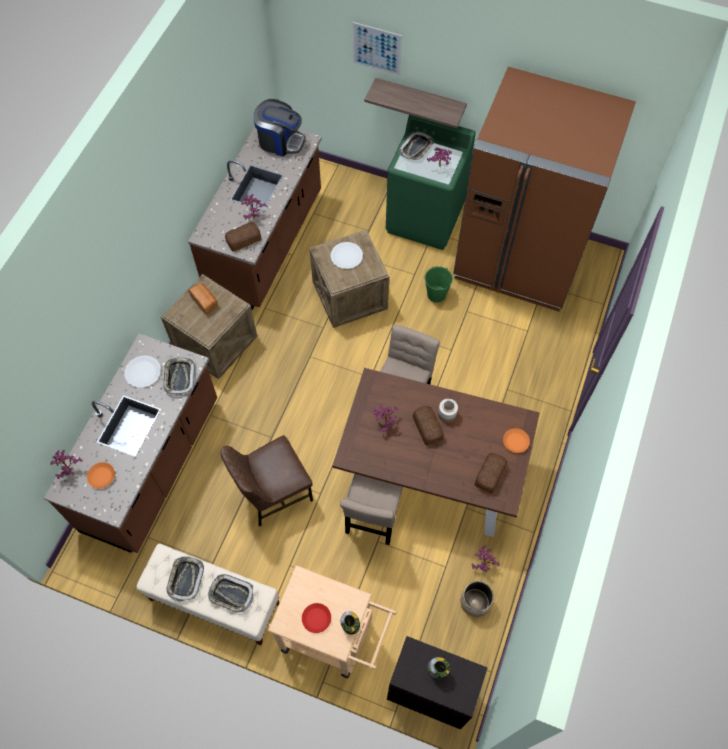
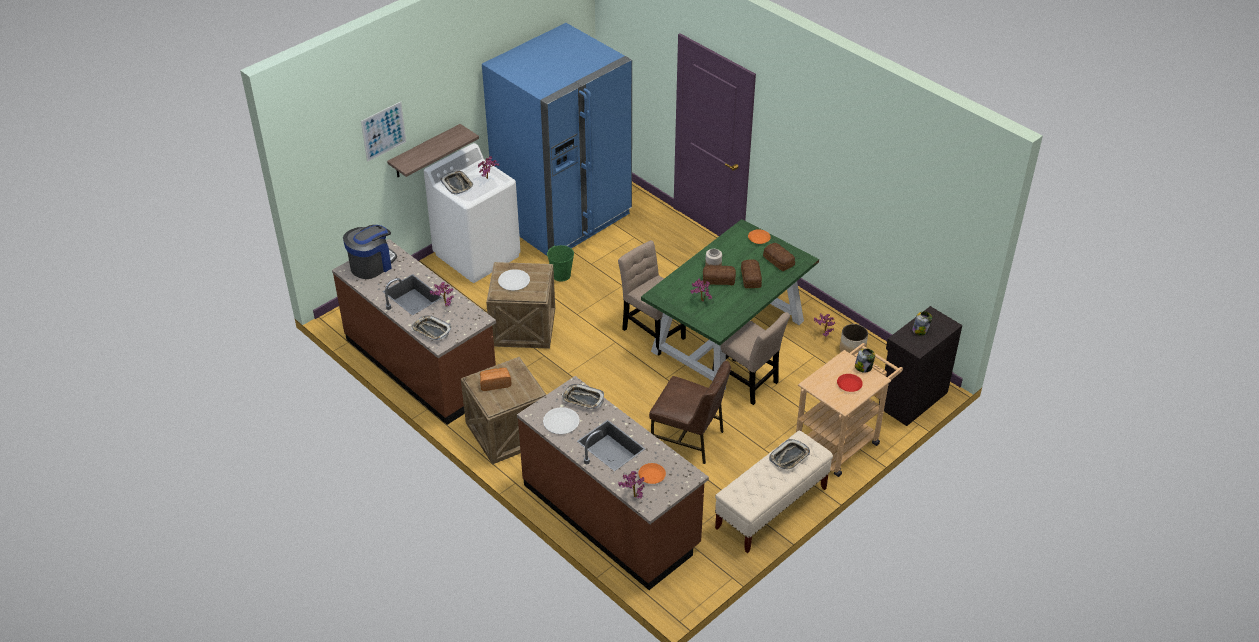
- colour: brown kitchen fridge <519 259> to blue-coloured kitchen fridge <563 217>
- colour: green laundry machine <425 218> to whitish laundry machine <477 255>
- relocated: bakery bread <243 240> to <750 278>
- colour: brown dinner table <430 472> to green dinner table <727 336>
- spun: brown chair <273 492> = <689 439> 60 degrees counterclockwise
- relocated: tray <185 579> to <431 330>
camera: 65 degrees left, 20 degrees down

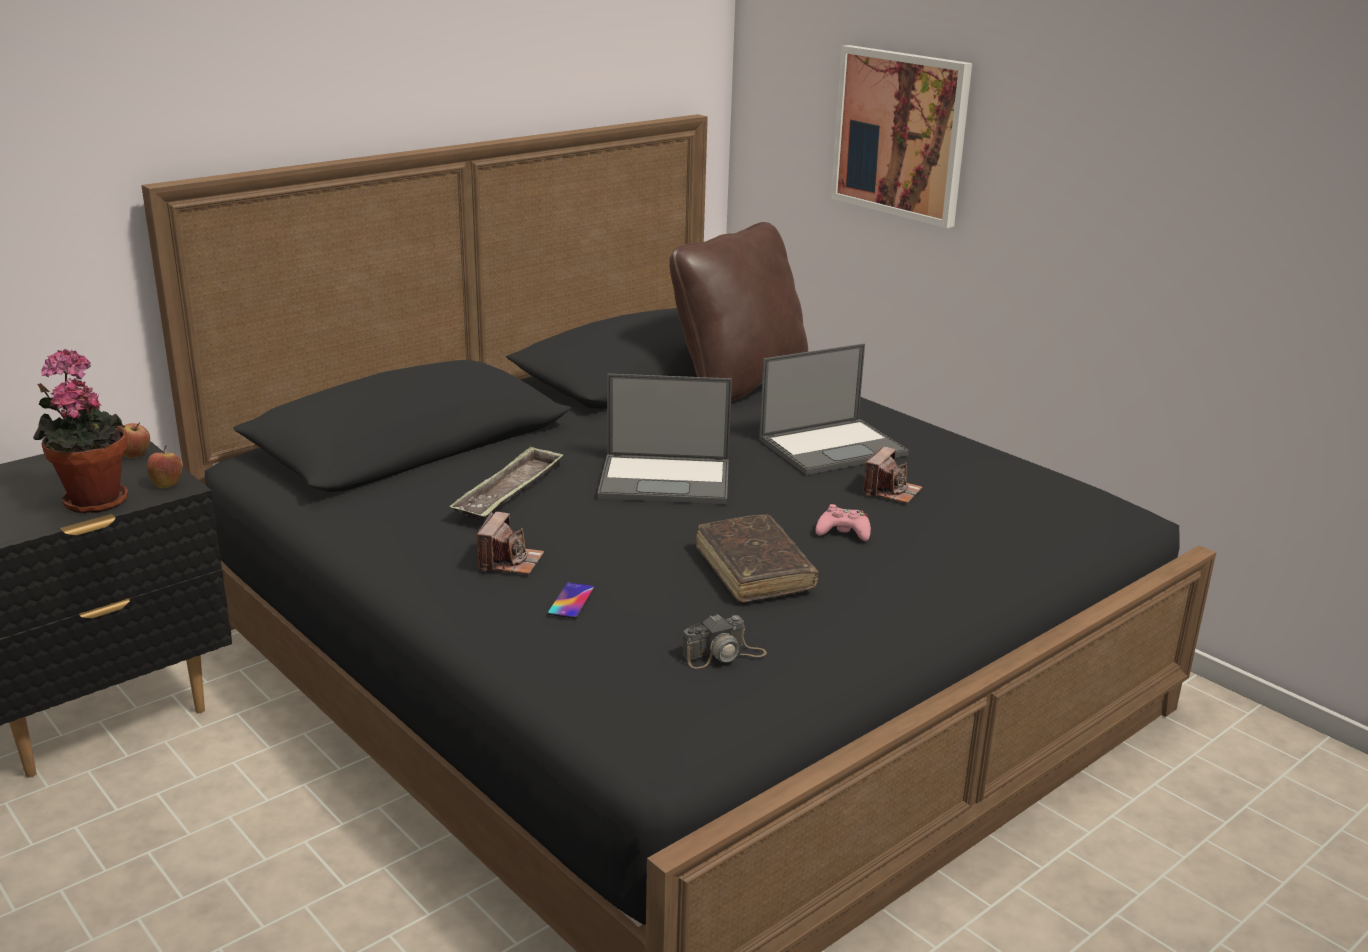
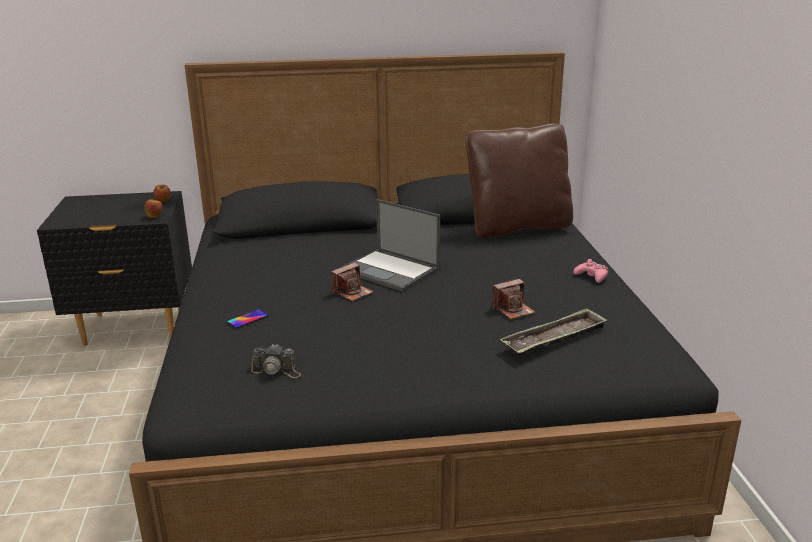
- missing: wall picture <900 134>
- missing: portable computer <833 447>
- missing: potted plant <92 500>
- relocated: tray <509 492> to <554 338>
- relocated: pink gamepad <843 532> to <592 276>
- relocated: still camera <510 561> to <352 292>
- missing: brown volume <754 570>
camera: 35 degrees right, 0 degrees up

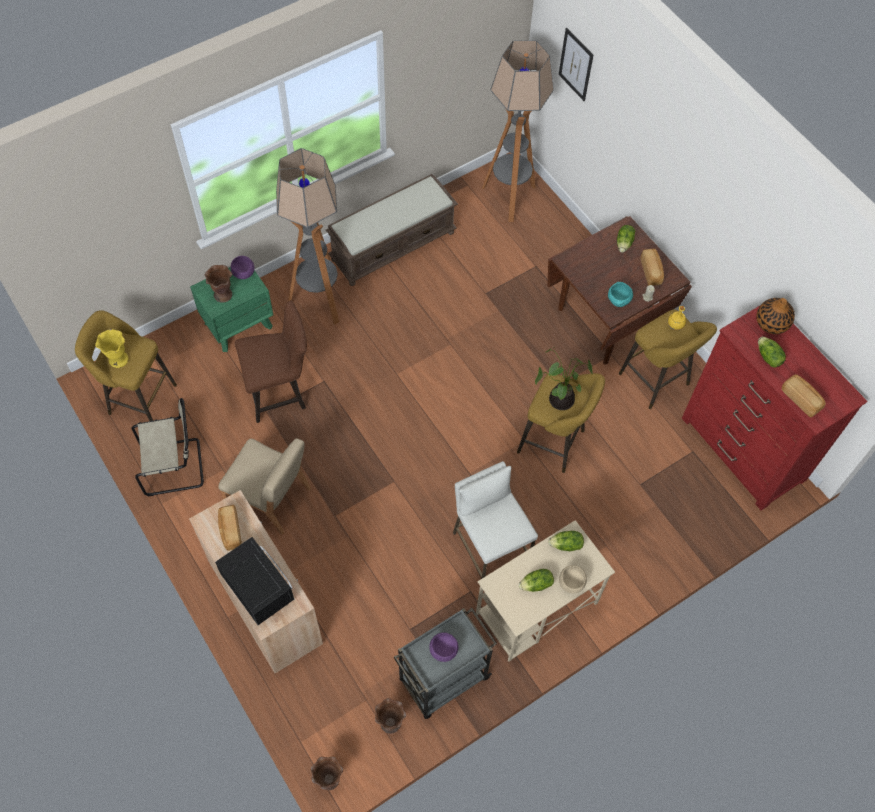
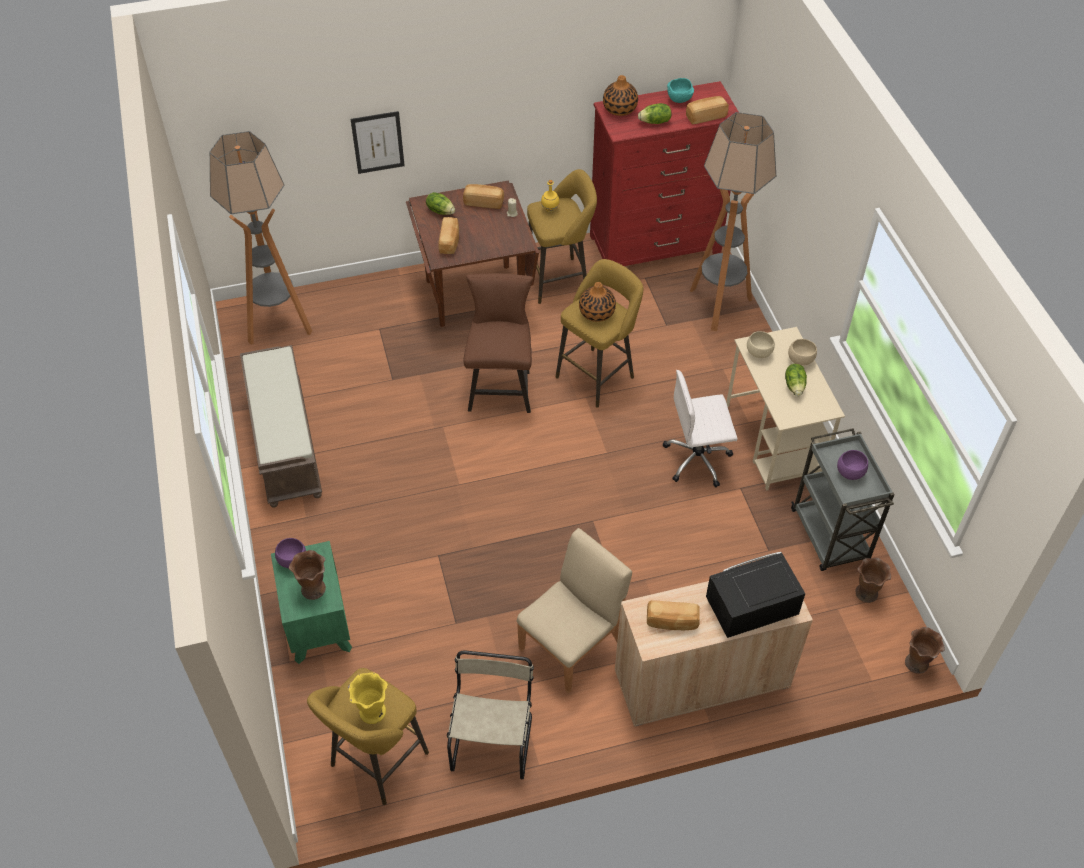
- relocated: wall picture <576 64> to <378 142>
- relocated: standard lamp <319 301> to <718 306>
- relocated: turquoise-coloured bowl <618 301> to <680 99>
- relocated: brown chair <280 392> to <501 386>
- exchanged: potted plant <559 398> to flower vase <597 313>
- exchanged: whitish stool seat <489 548> to whitish desk chair <698 459>
- exchanged: head of lettuce <566 545> to sand-coloured bowl <759 353>
- appeared: bakery bread <450 242>
camera: 70 degrees left, 10 degrees down

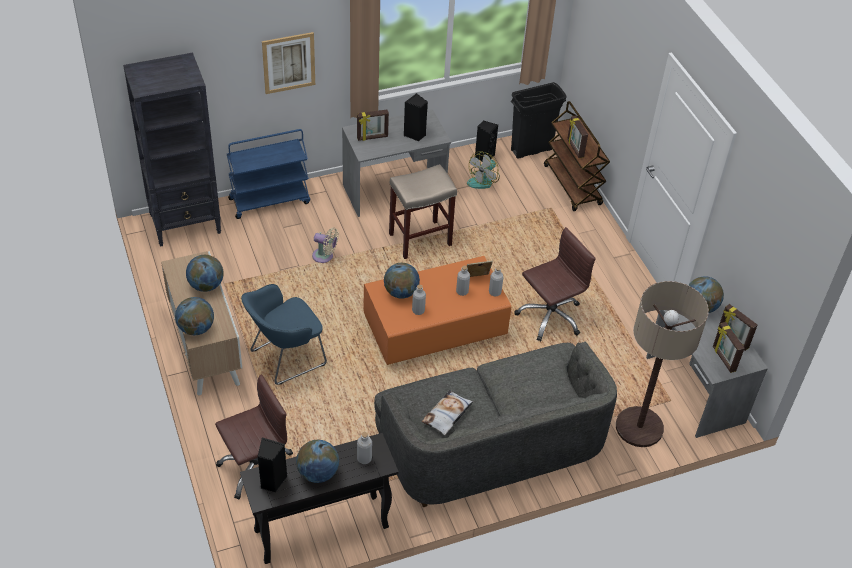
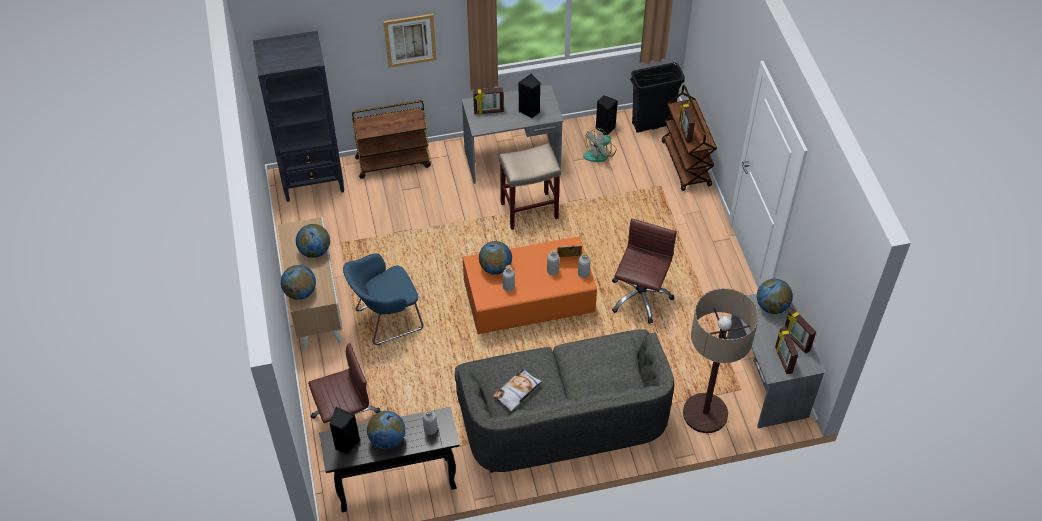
- colour: blue-coloured cart <270 200> to brown cart <393 162>
- spun: brown desk chair <549 316> = <639 297> 45 degrees counterclockwise
- missing: sand-coloured electric fan <325 256>
camera: 10 degrees right, 5 degrees up

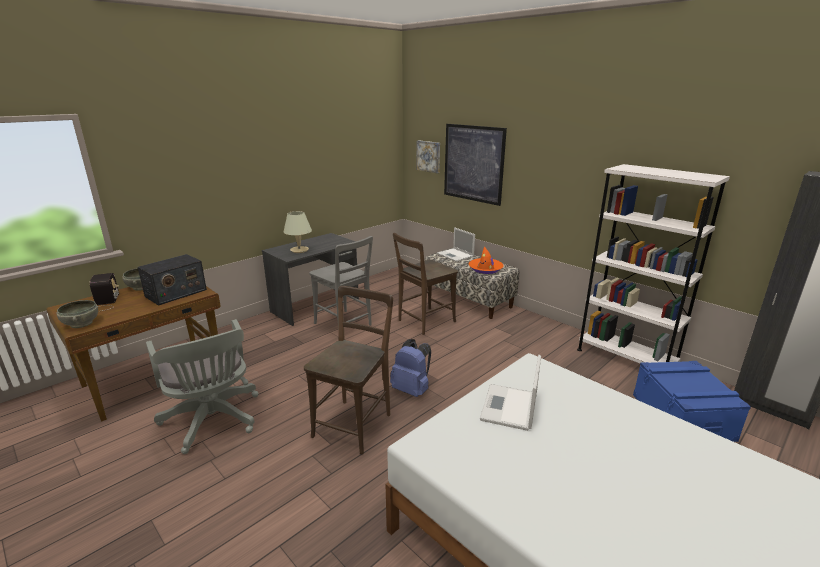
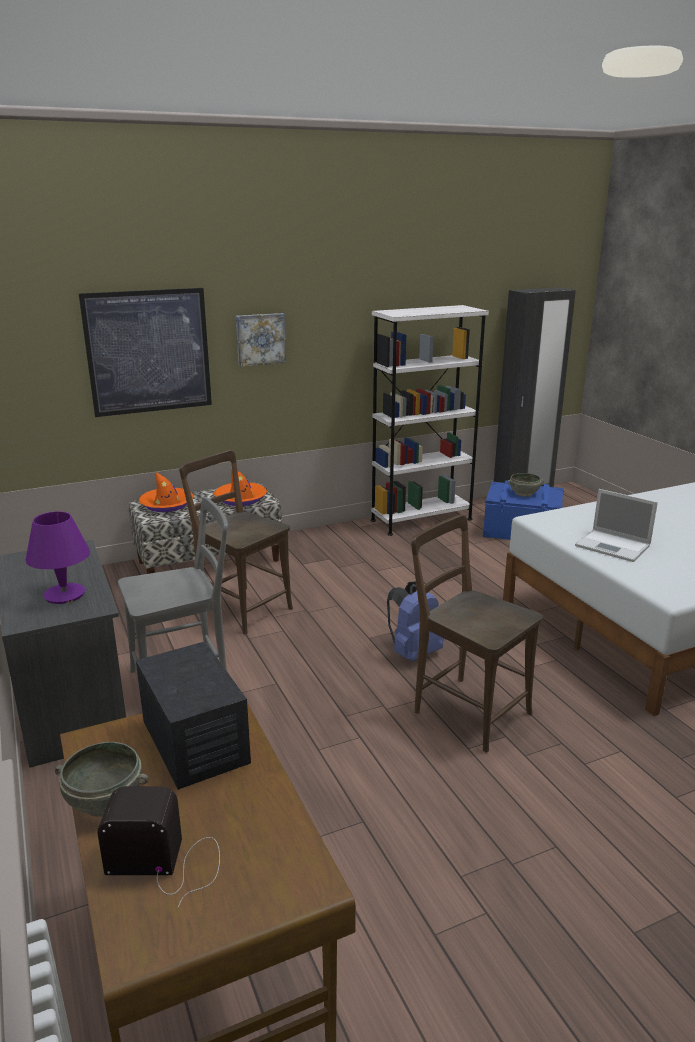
- relocated: wall picture <429 156> to <260 339>
- colour: sand-coloured lamp for a table <299 250> to purple-coloured lamp for a table <64 594>
- exchanged: portable computer <455 255> to orangey wearable hat <167 504>
- spun: brown chair <424 322> = <241 607> 150 degrees clockwise
- relocated: gray bowl <81 324> to <524 494>
- missing: gray desk chair <213 421>
camera: 70 degrees left, 0 degrees up

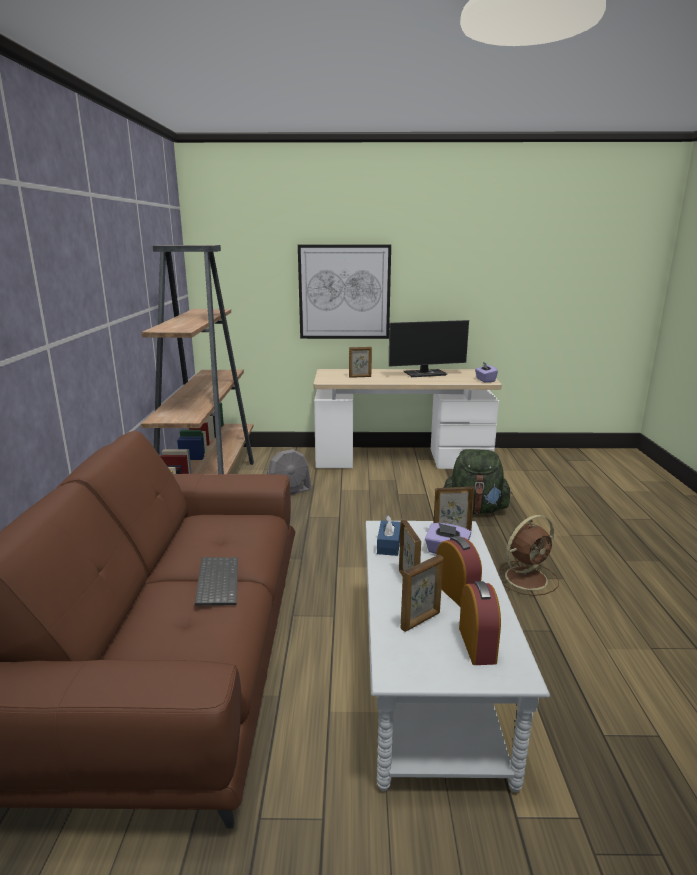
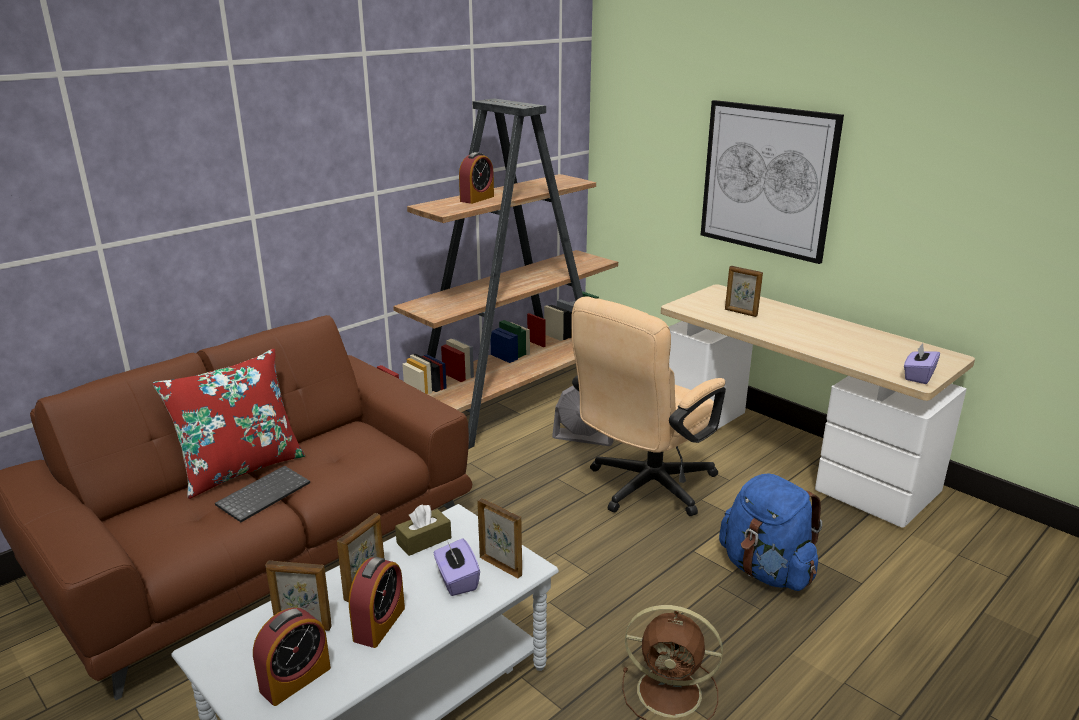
- missing: computer display <425 373>
- colour: green rucksack <474 509> to blue-coloured rucksack <766 570>
- colour: blue-coloured tissue box <389 545> to brown tissue box <424 540>
- appeared: alarm clock <477 199>
- appeared: sand-coloured desk chair <643 489>
- appeared: red-coloured pillow <241 468>
camera: 45 degrees right, 5 degrees up

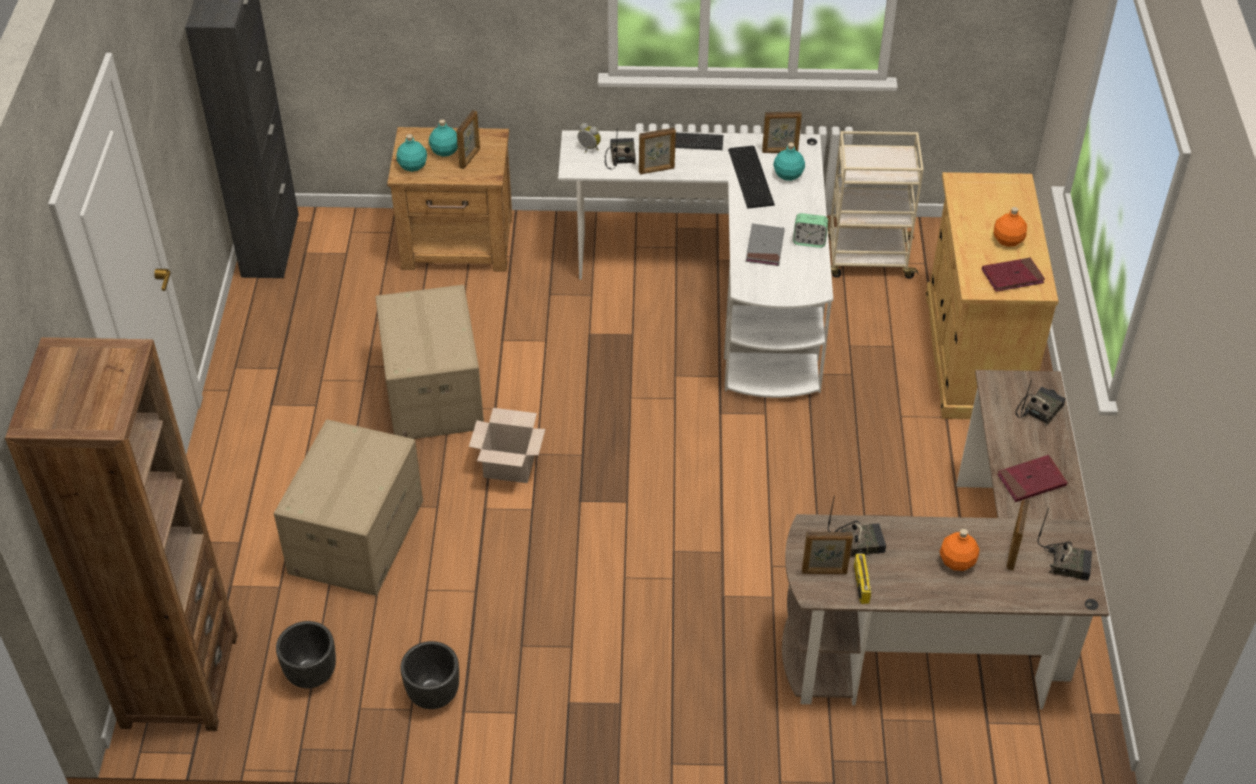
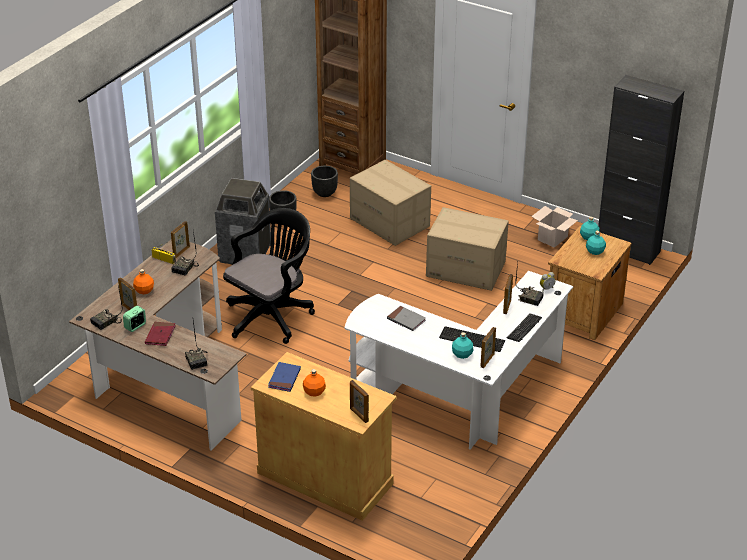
- relocated: photo frame <470 158> to <358 415>
- missing: sand-coloured cart <867 258>
- relocated: alarm clock <809 241> to <135 326>
- colour: red-coloured volume <1012 277> to blue-coloured volume <284 378>
- relocated: carton <510 466> to <552 239>
- appeared: rubbish bin <245 253>
- appeared: blackish desk chair <272 315>
camera: 120 degrees right, 10 degrees down

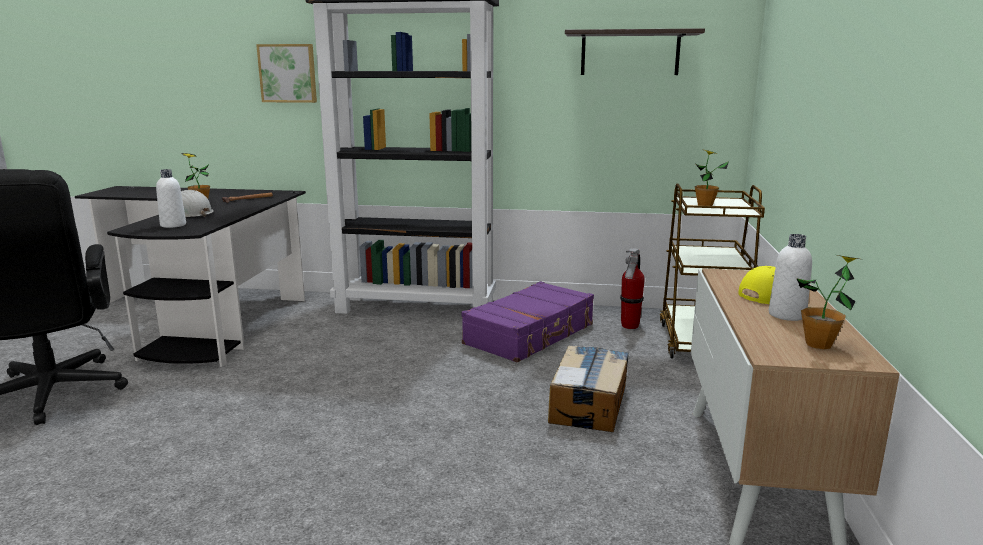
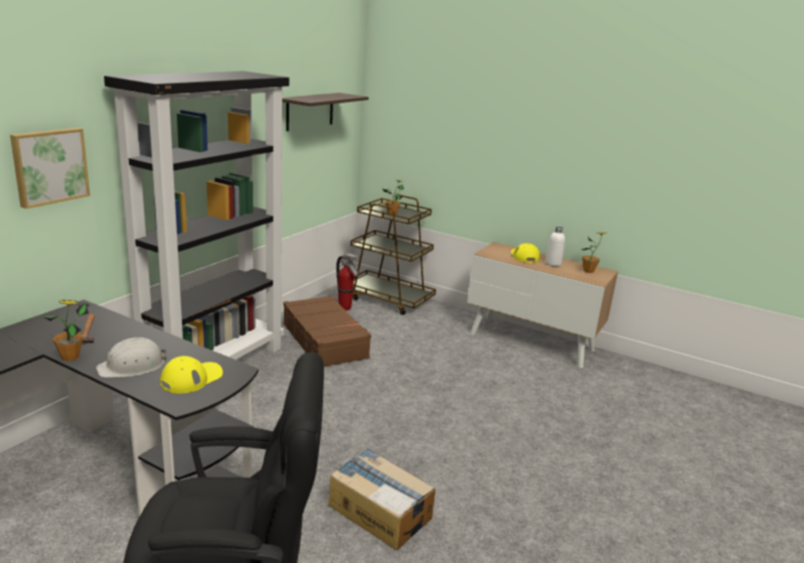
- exchanged: whitish beverage bottle <173 225> to yellowish peaked cap <191 378>
- colour: purple-coloured suitcase <530 334> to brown suitcase <325 341>
- relocated: carton <589 404> to <379 511>
camera: 70 degrees left, 5 degrees up

